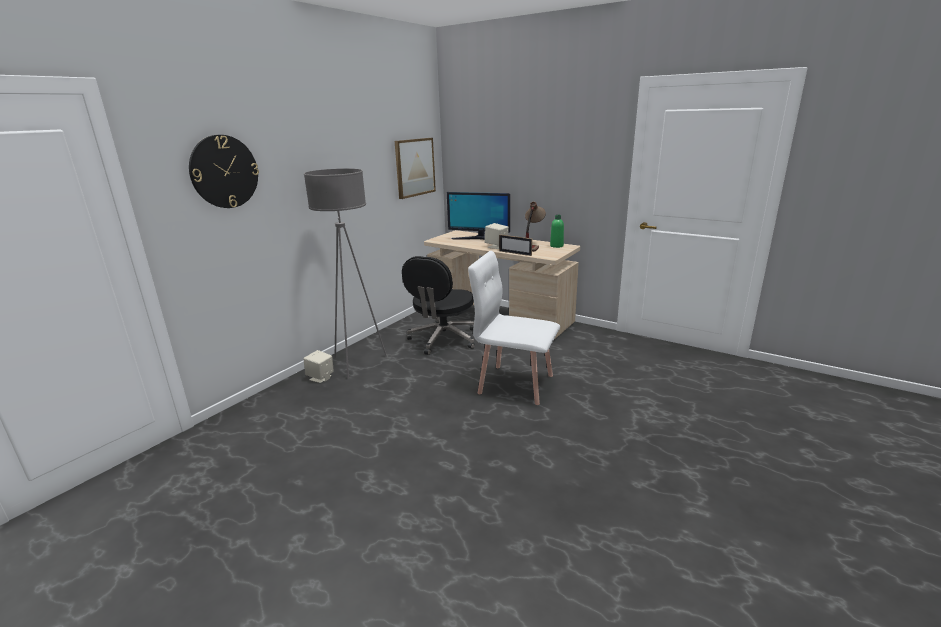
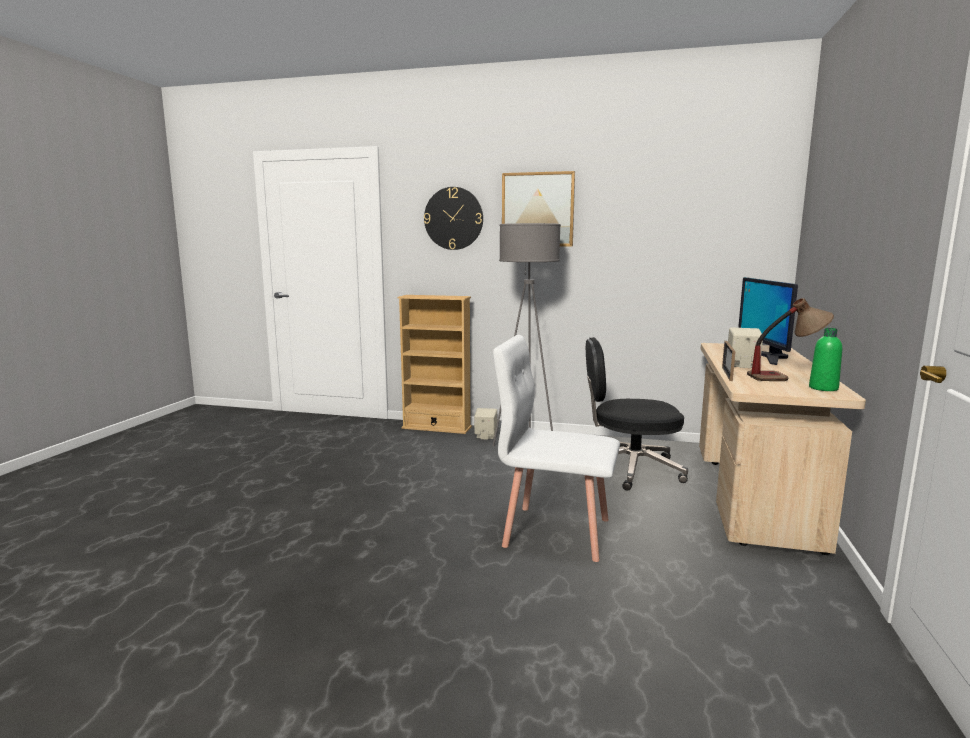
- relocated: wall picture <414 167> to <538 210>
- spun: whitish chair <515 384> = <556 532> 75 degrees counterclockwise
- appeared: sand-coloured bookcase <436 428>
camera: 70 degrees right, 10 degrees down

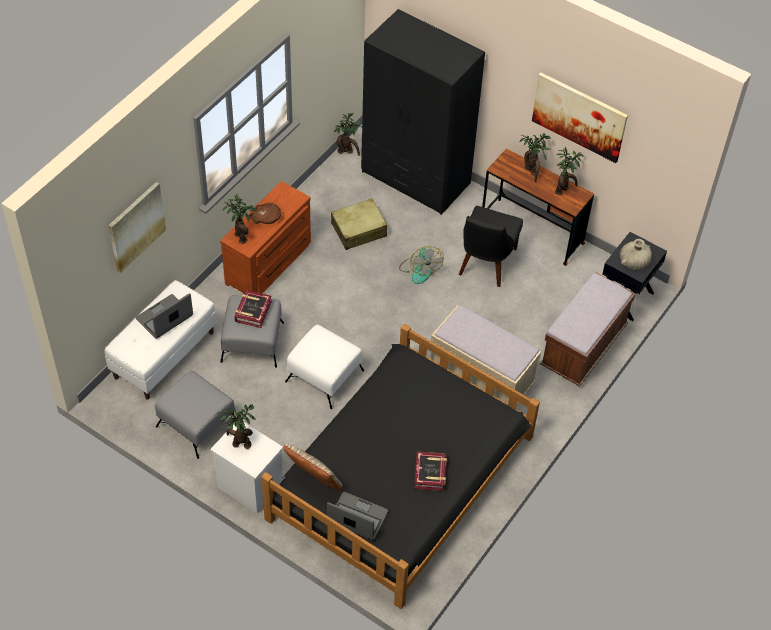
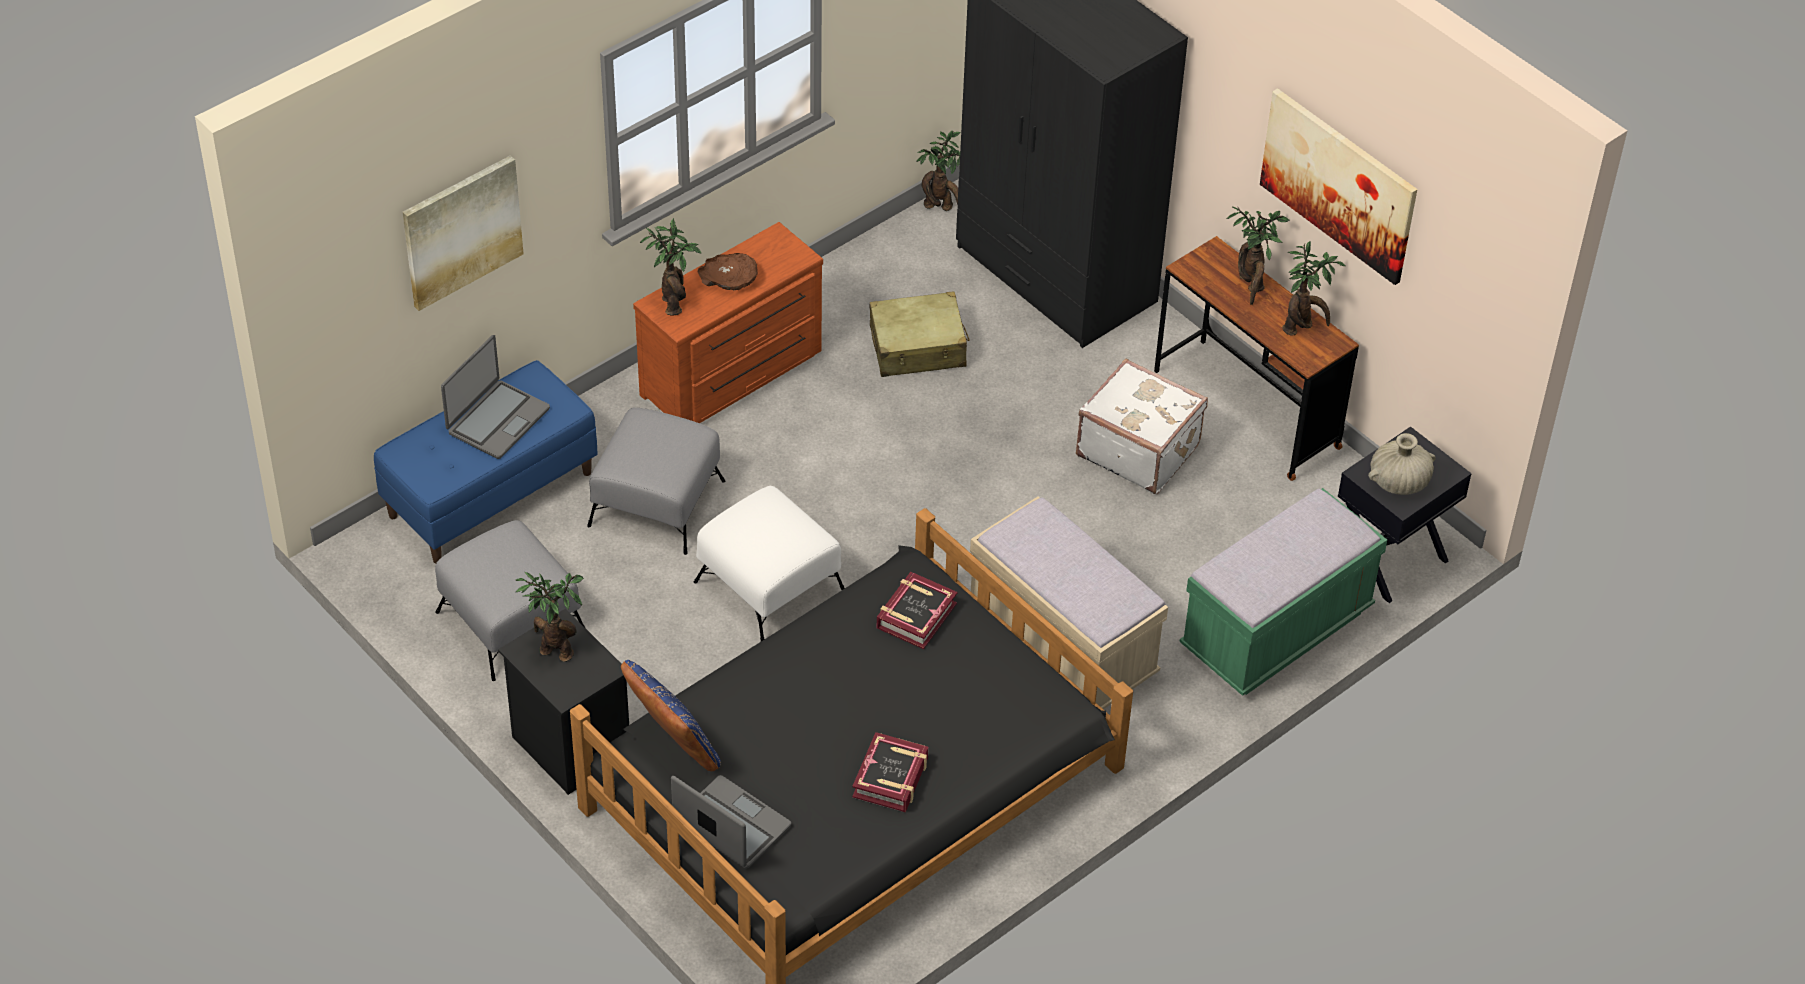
- exchanged: blackish chair <486 264> to whitish suitcase <1138 449>
- missing: electric fan <420 270>
- colour: brown long seat <583 347> to green long seat <1276 631>
- colour: whitish long seat <164 354> to blue-coloured long seat <491 493>
- relocated: volume <253 311> to <915 615>
- spun: portable computer <165 318> = <497 420> 150 degrees clockwise
- colour: whitish bedside table <248 486> to blackish bedside table <568 746>
- colour: sand-coloured pillow <313 481> to blue-coloured pillow <672 747>
camera: 15 degrees right, 5 degrees down

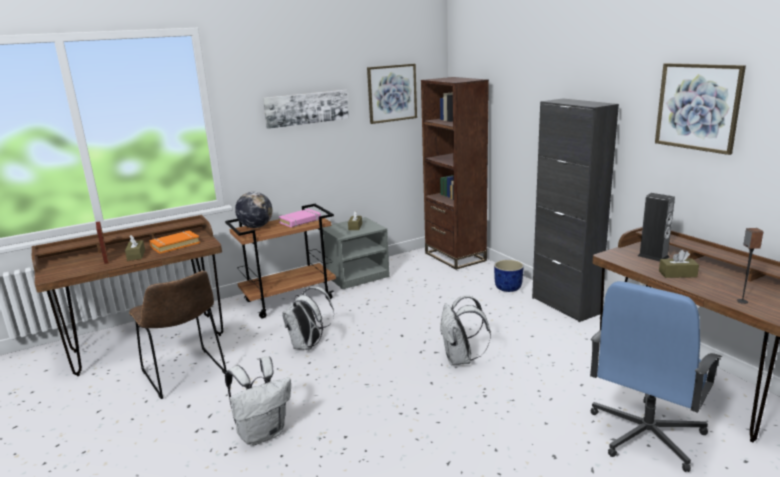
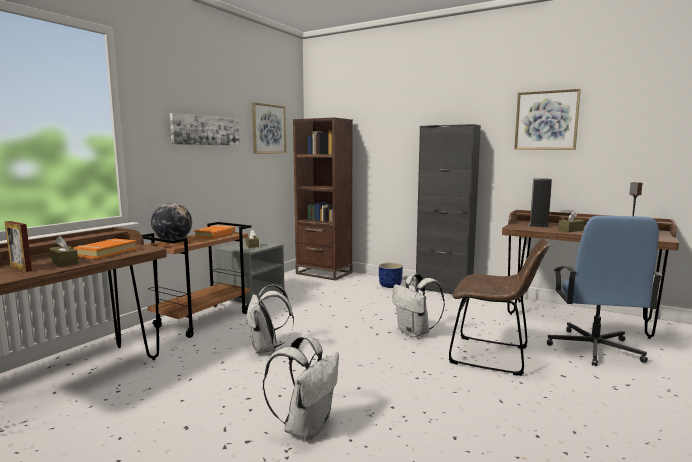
- colour: pink volume <300 221> to orangey volume <215 235>
- relocated: brown chair <185 374> to <494 356>
camera: 30 degrees left, 10 degrees down

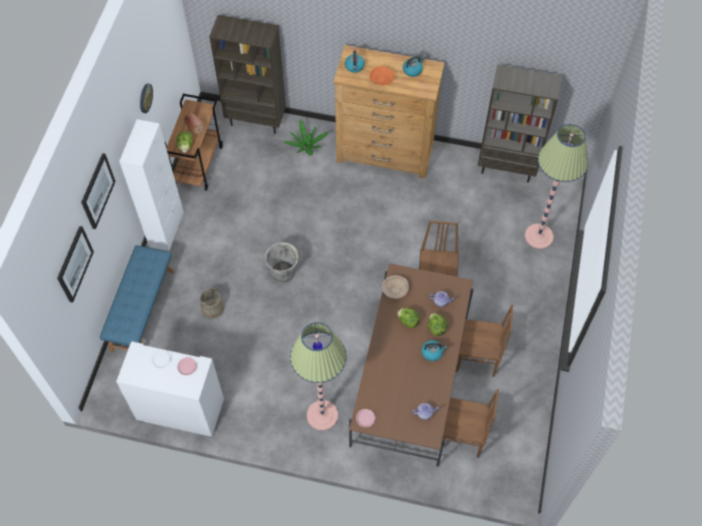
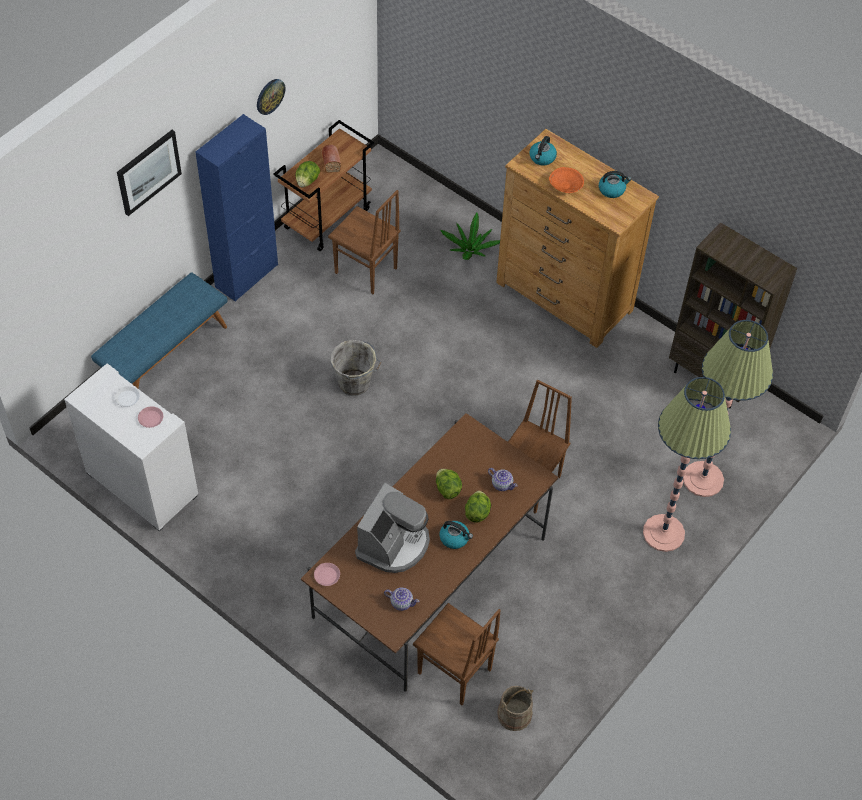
- missing: brown bookcase <256 120>
- colour: whitish cupboard <166 229> to blue-coloured cupboard <246 276>
- missing: wall picture <74 264>
- missing: sand-coloured bowl <394 290>
- relocated: sand-coloured water bucket <213 308> to <514 715>
- relocated: brown chair <476 359> to <365 271>
- relocated: standard lamp <322 415> to <663 533>
- appeared: coffee maker <394 544>
camera: 25 degrees right, 5 degrees down

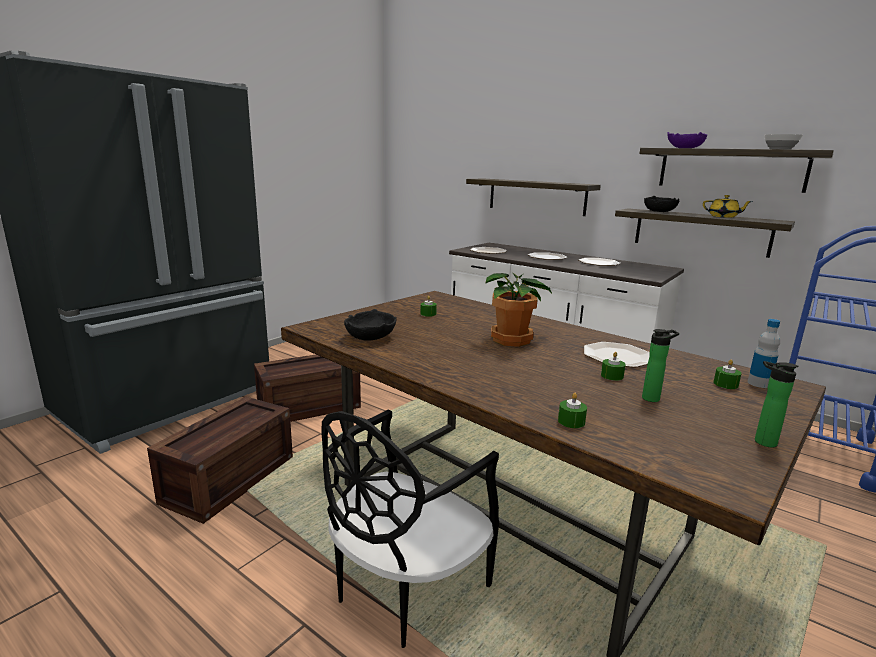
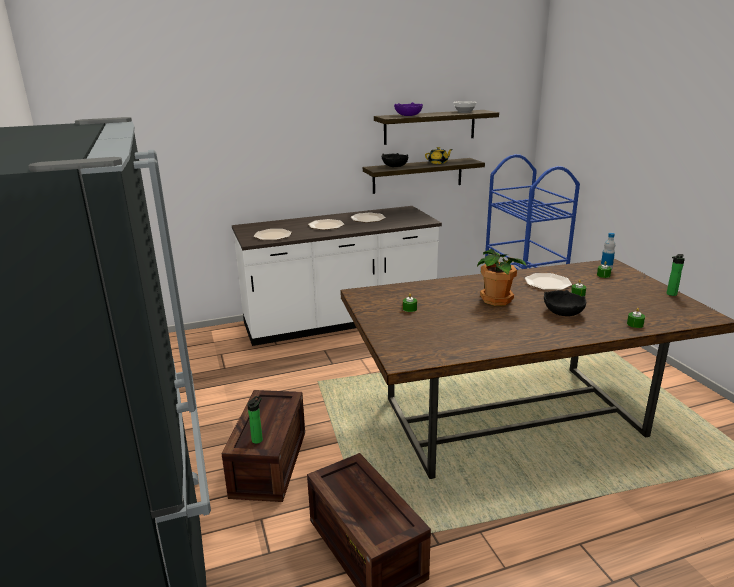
- missing: shelf <536 196>
- relocated: blackish bowl <369 337> to <563 312>
- relocated: beverage bottle <653 398> to <258 439>
- missing: blackish chair <404 588>
camera: 55 degrees left, 5 degrees up

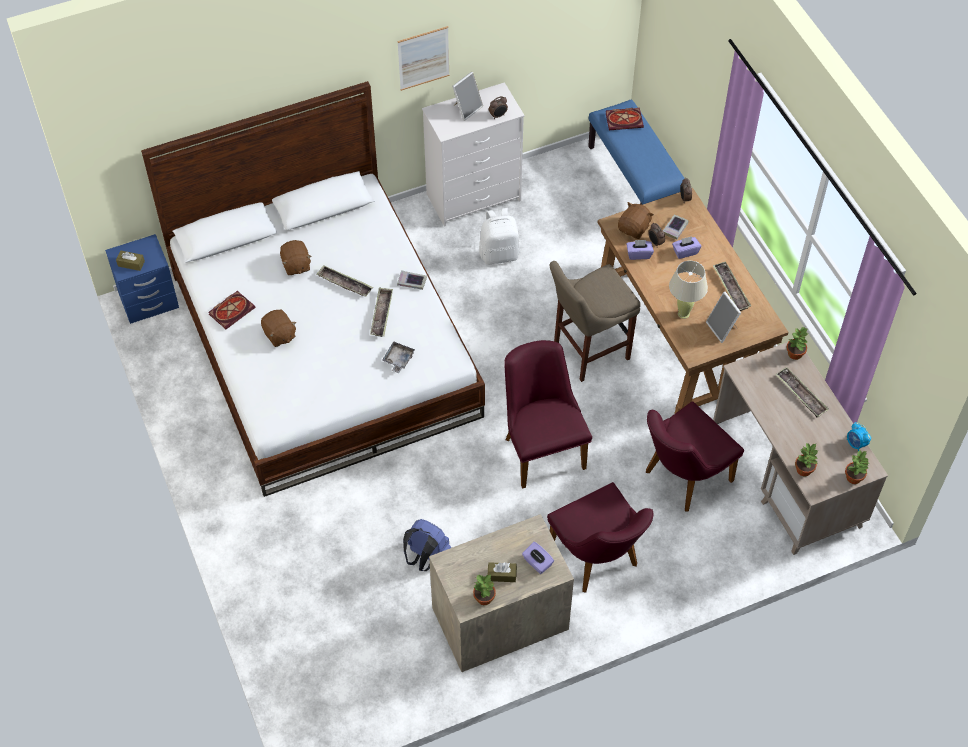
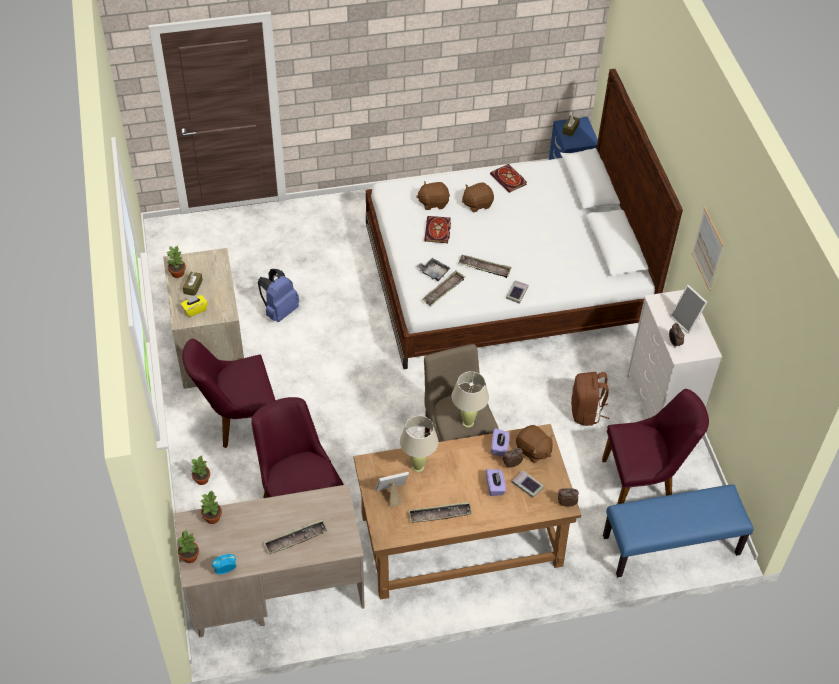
- relocated: volume <625 120> to <438 231>
- colour: whitish rucksack <499 254> to brown rucksack <586 412>
- relocated: brown plush toy <296 265> to <433 202>
- relocated: tray <344 283> to <443 291>
- relocated: potted plant <795 354> to <201 479>
- relocated: purple-coloured chair <541 447> to <644 482>
- colour: purple-coloured tissue box <537 563> to yellowish tissue box <195 310>
- appeared: sand-coloured lamp for a table <468 423>
camera: 100 degrees right, 5 degrees down

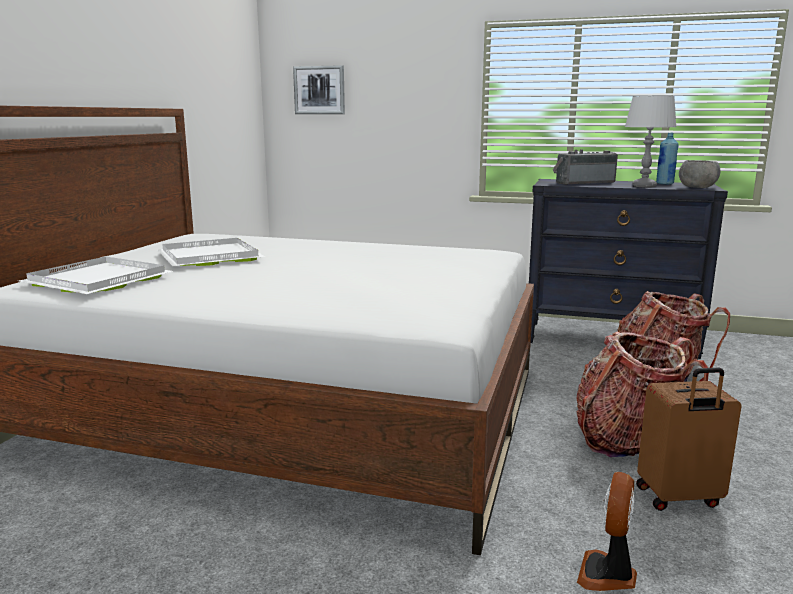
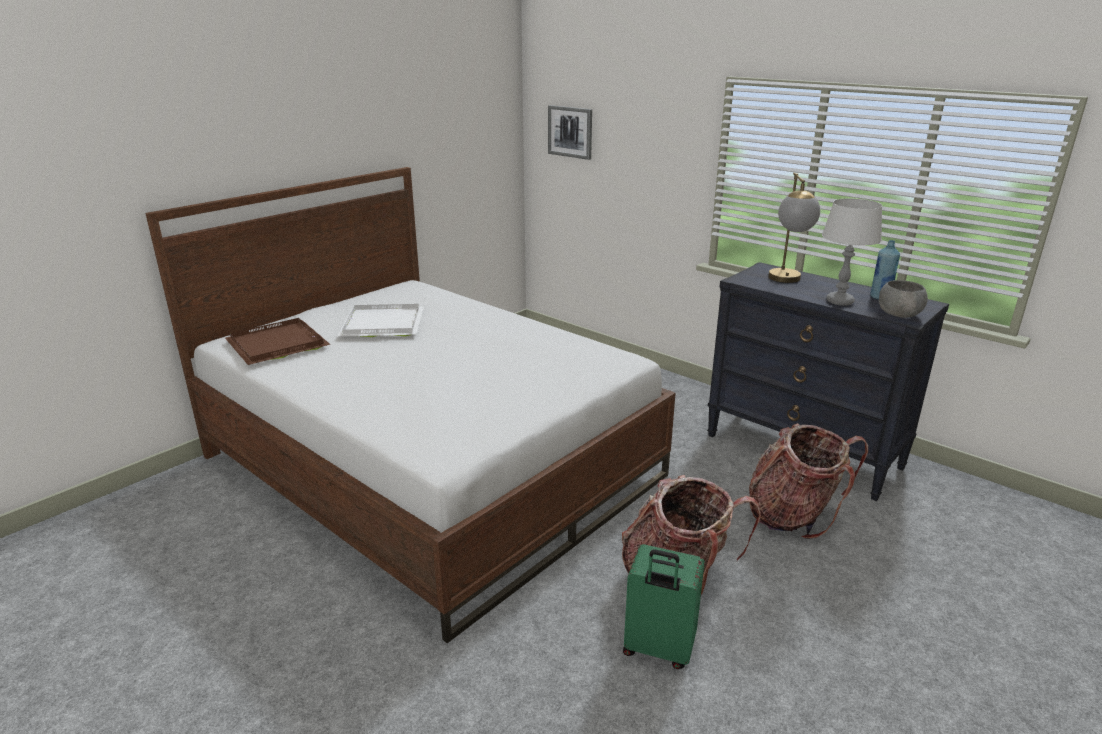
- exchanged: radio set <583 183> to lamp for a table <787 281>
- colour: whitish tray <101 280> to brown tray <279 344>
- colour: brown suitcase <679 498> to green suitcase <658 649>
- missing: electric fan <608 574>
camera: 25 degrees right, 10 degrees up

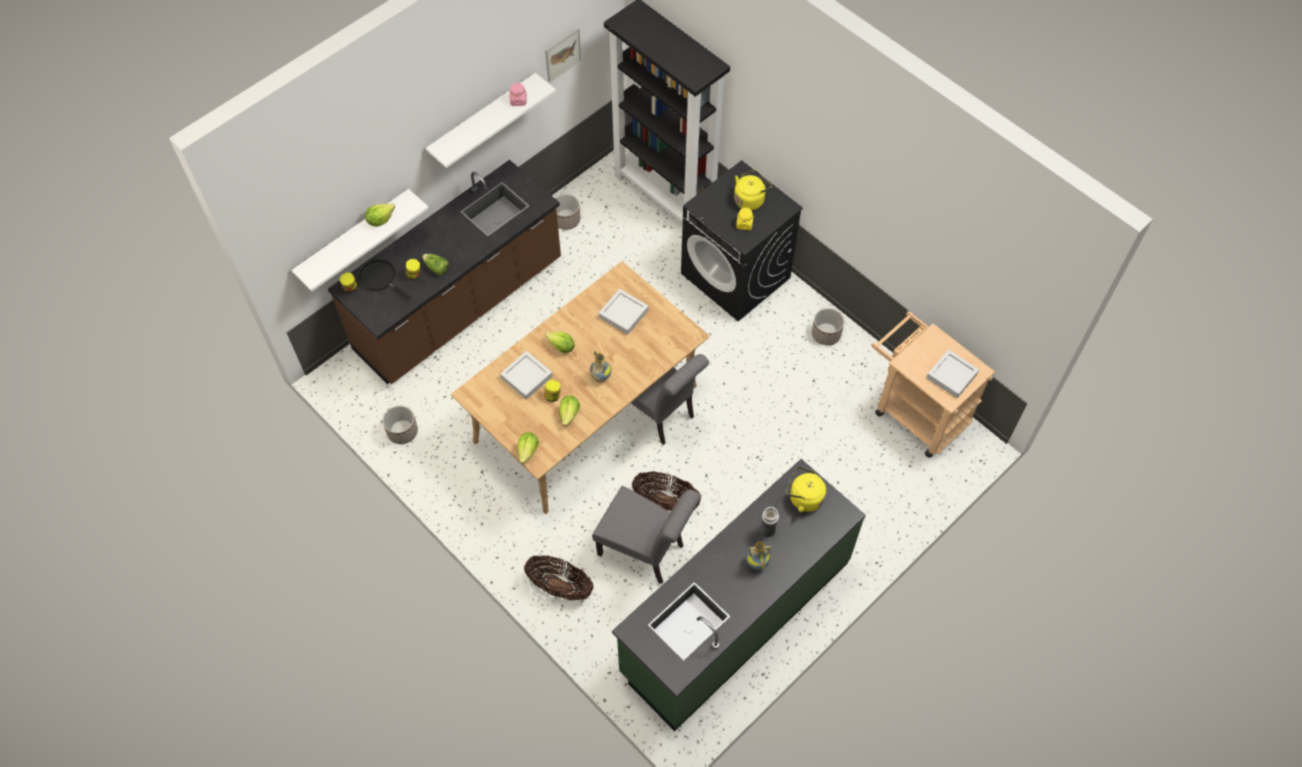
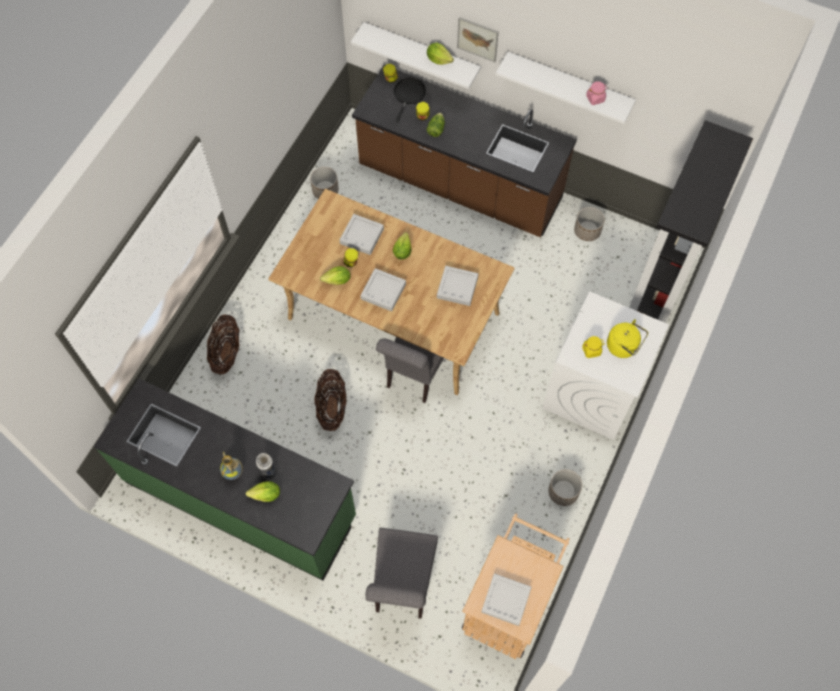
- relocated: wall picture <562 54> to <477 39>
- colour: blackish laundry machine <736 276> to whitish laundry machine <593 391>
- exchanged: flower vase <600 377> to gray tray <383 291>
- relocated: head of lettuce <528 451> to <266 495>
- missing: yellowish kettle <803 498>
- relocated: gray chair <646 551> to <402 586>
camera: 70 degrees right, 5 degrees up

